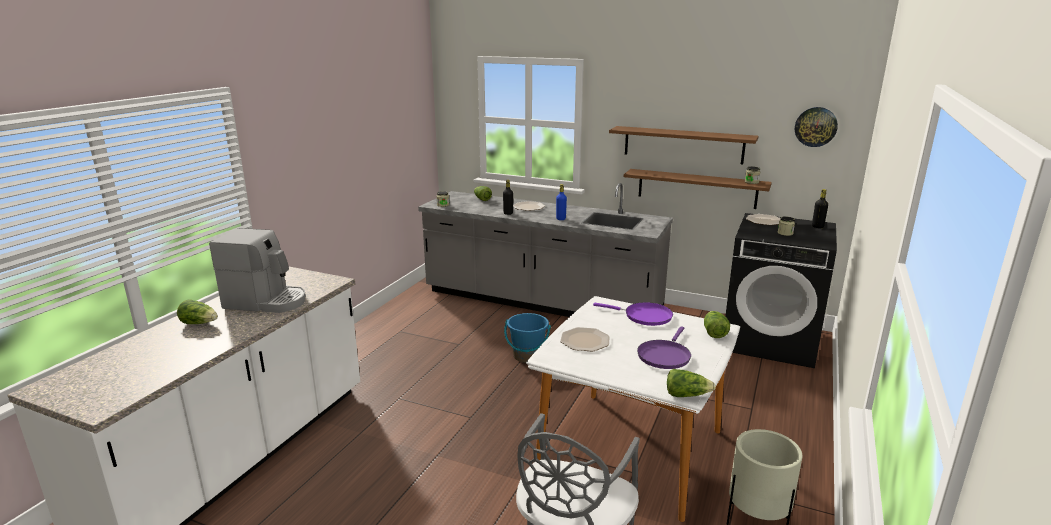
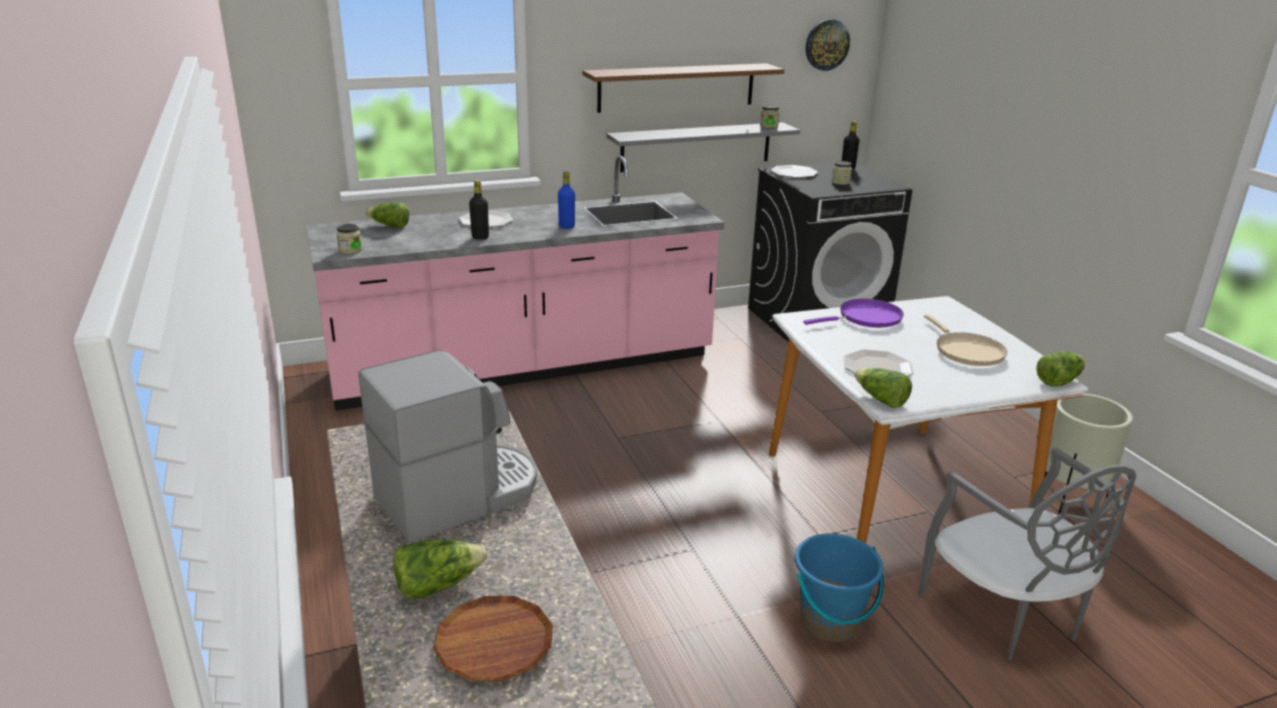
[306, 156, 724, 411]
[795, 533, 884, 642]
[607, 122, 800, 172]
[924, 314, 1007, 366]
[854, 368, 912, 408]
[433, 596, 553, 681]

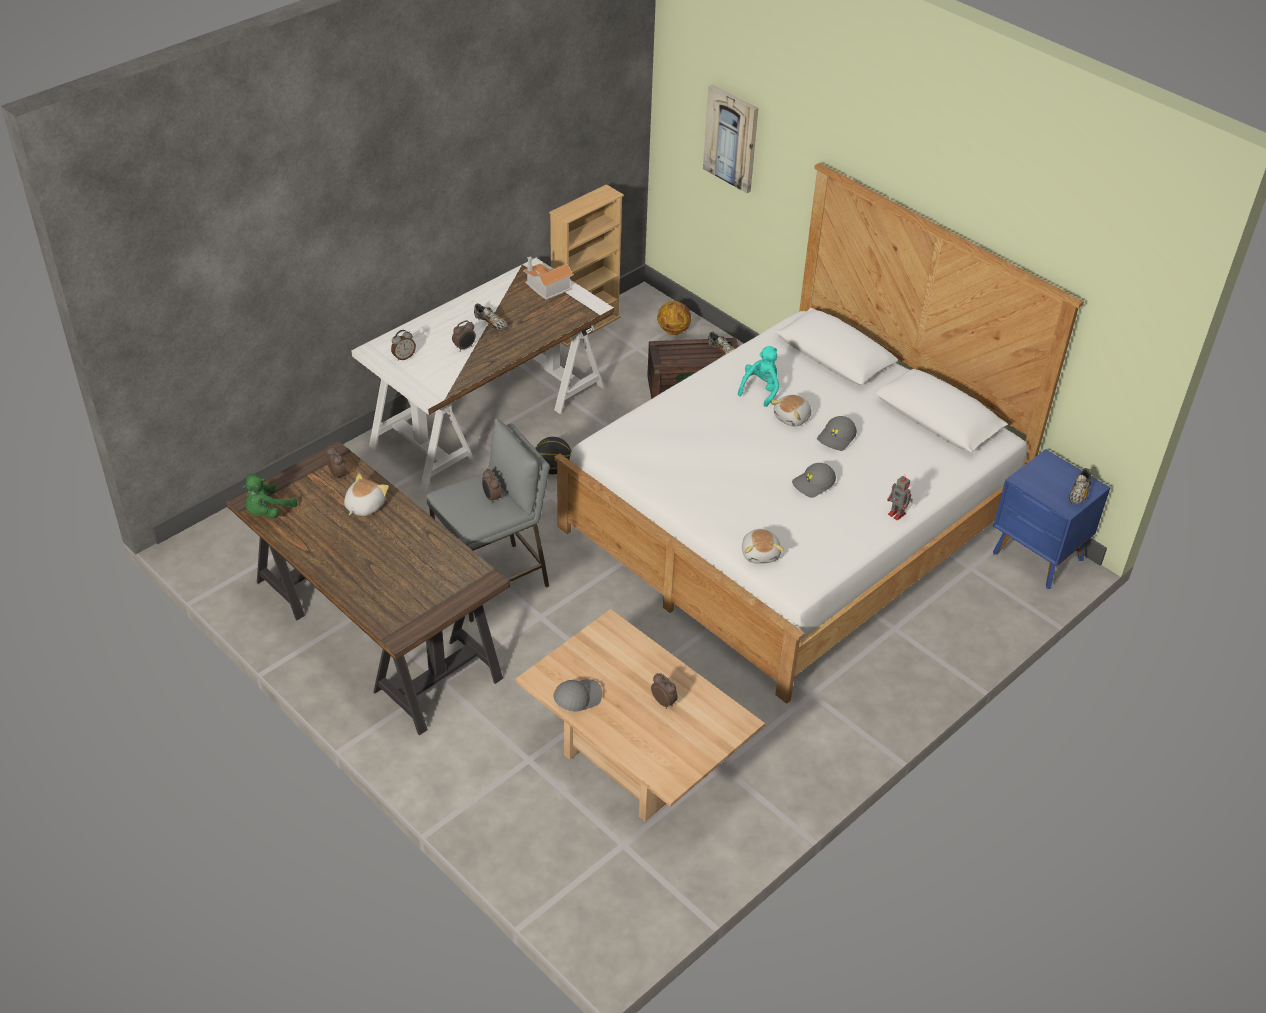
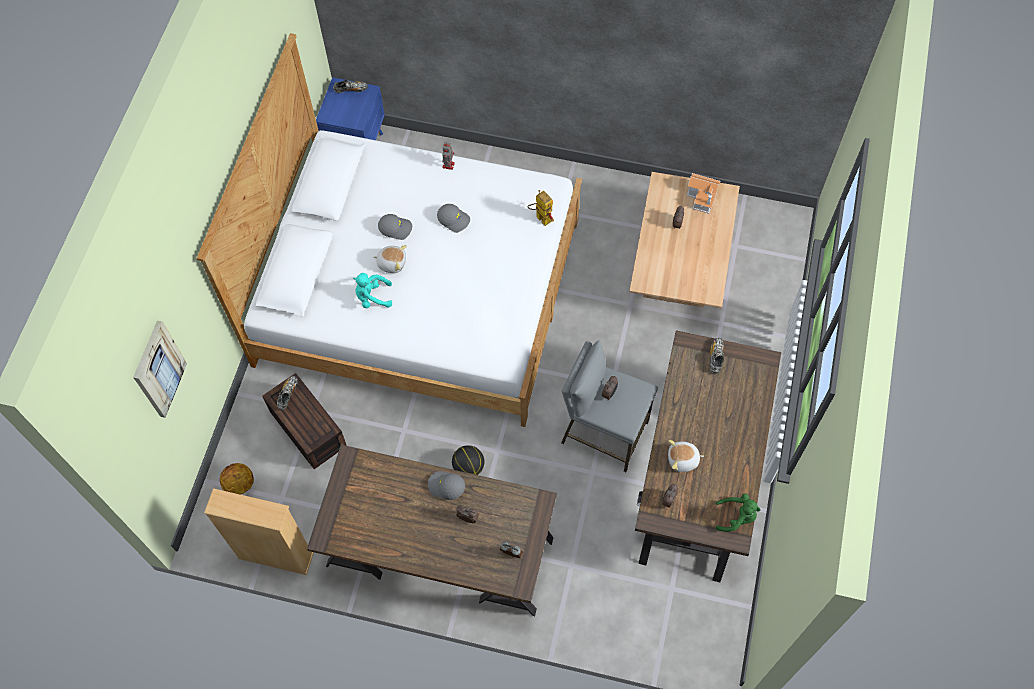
[307, 445, 557, 616]
[710, 338, 724, 374]
[687, 173, 720, 214]
[428, 471, 465, 500]
[528, 190, 554, 226]

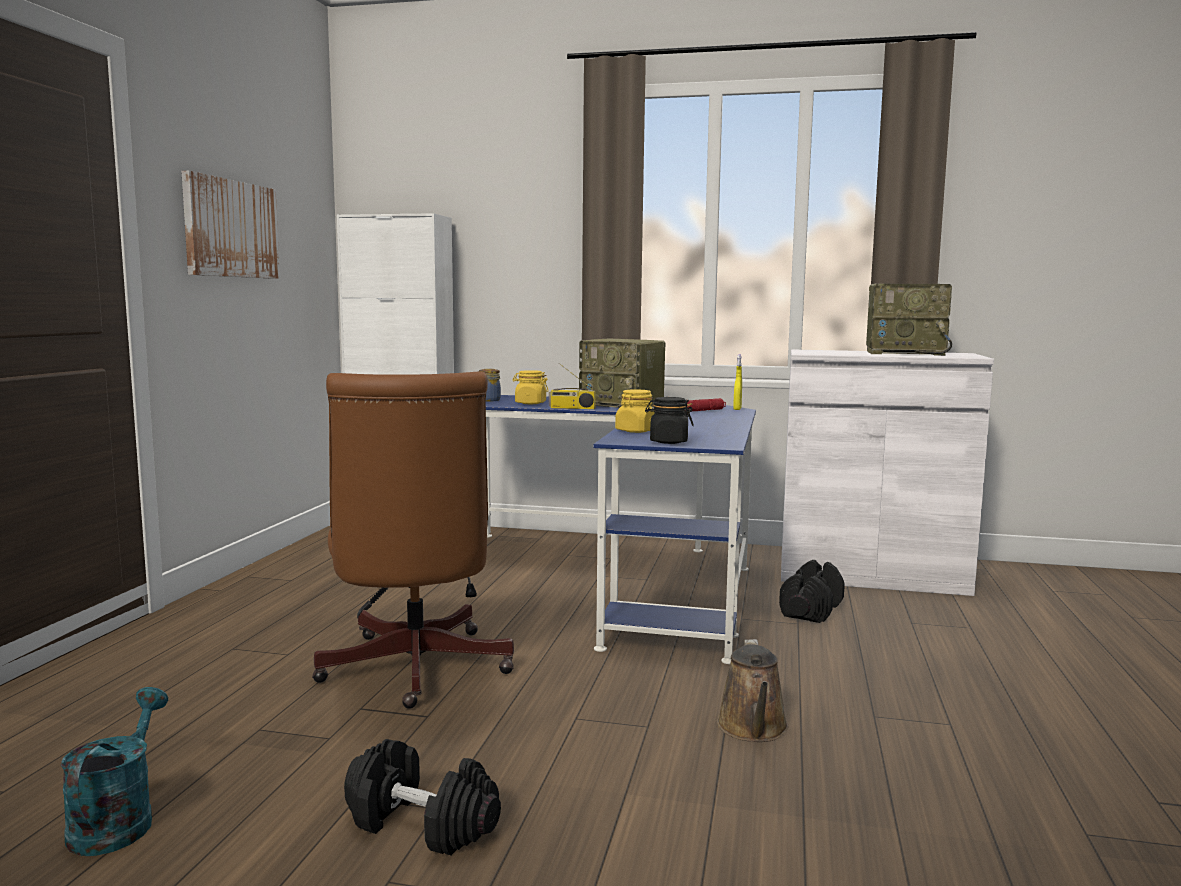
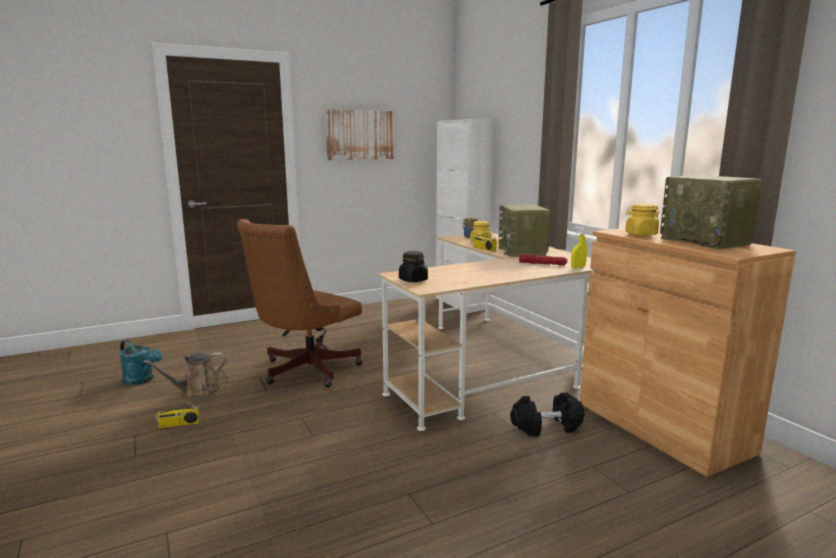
[119, 340, 163, 385]
[155, 390, 200, 429]
[378, 233, 592, 431]
[625, 204, 659, 236]
[143, 352, 226, 398]
[580, 228, 796, 477]

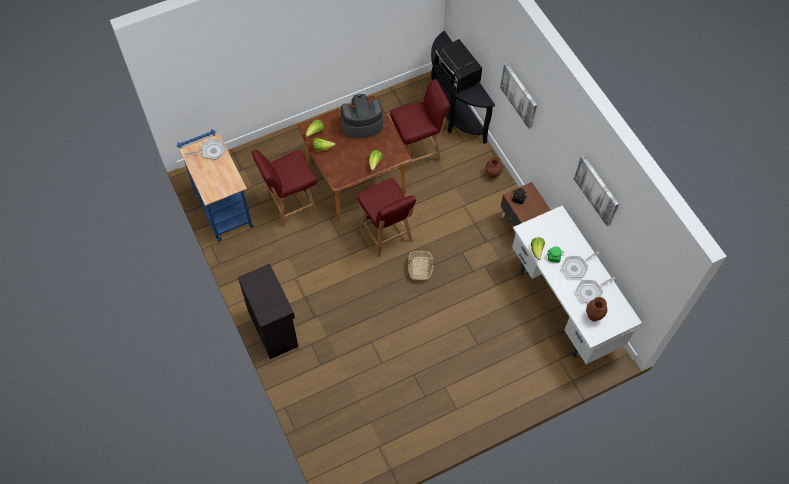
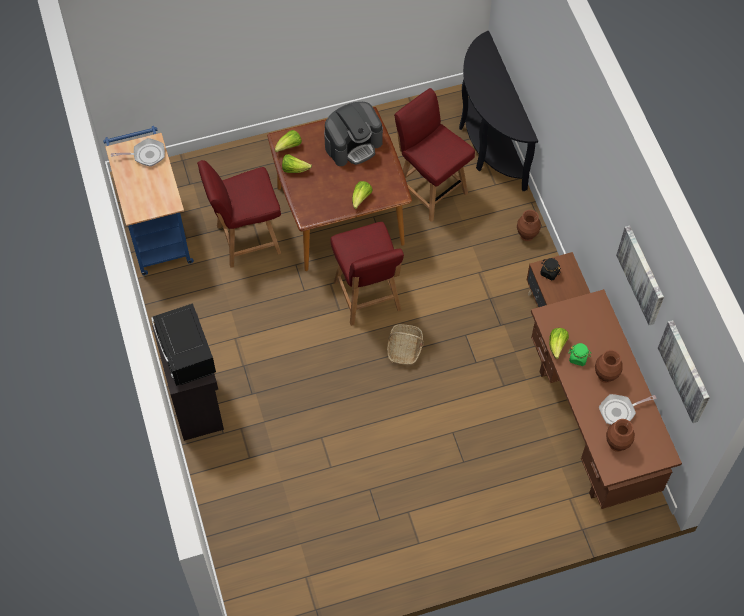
[324, 102, 383, 166]
[394, 88, 475, 222]
[151, 303, 216, 386]
[658, 320, 710, 423]
[531, 289, 682, 509]
[595, 350, 623, 383]

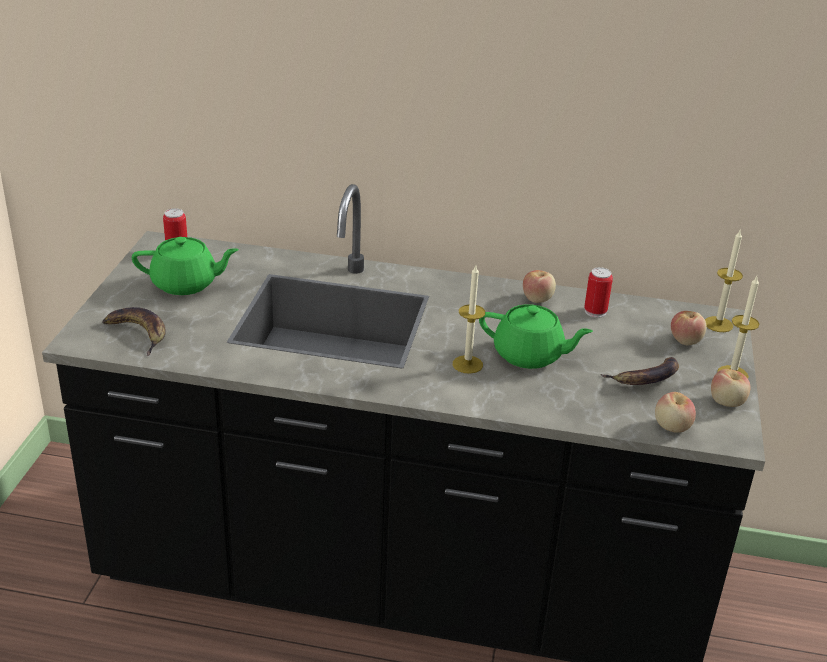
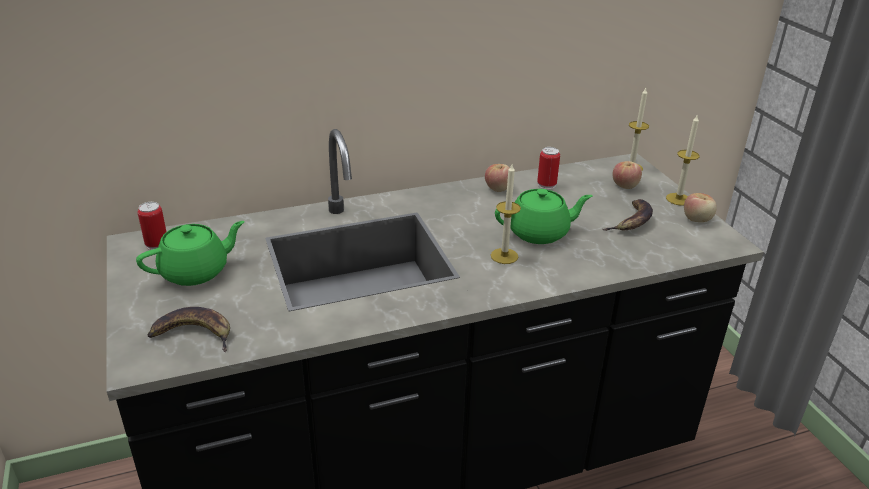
[655, 392, 696, 433] (first image)

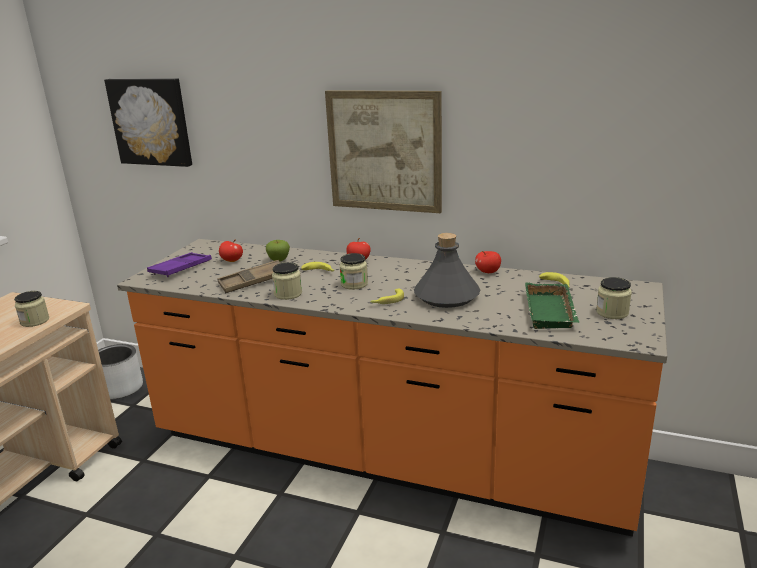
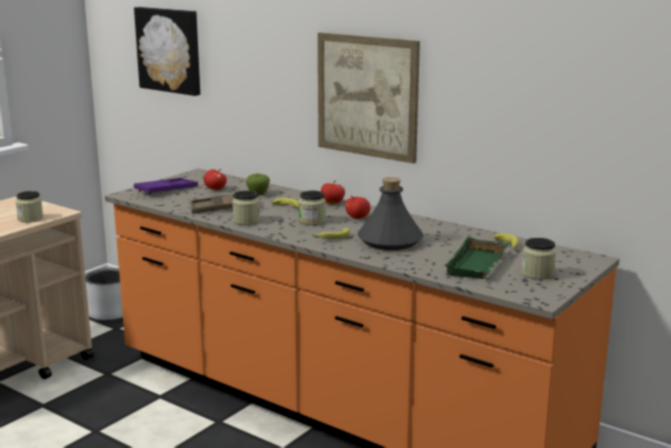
[345, 196, 370, 219]

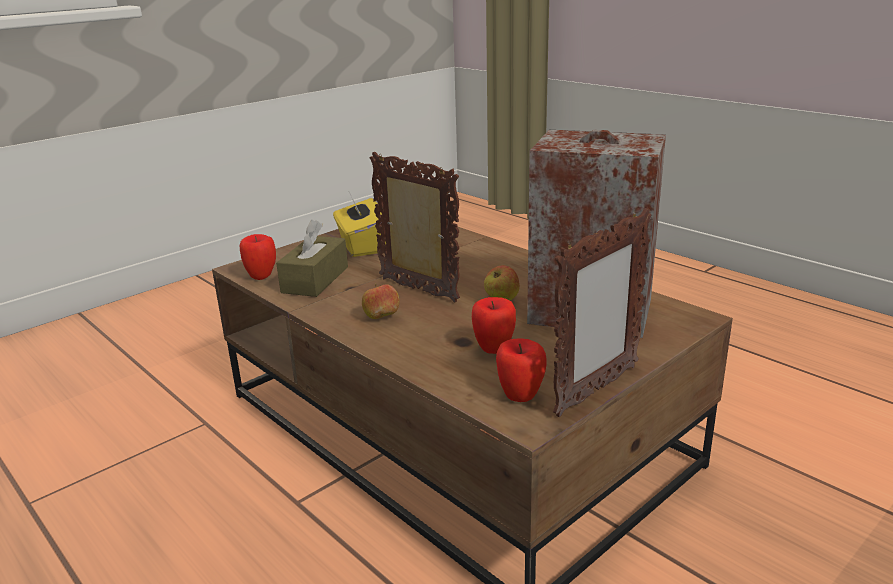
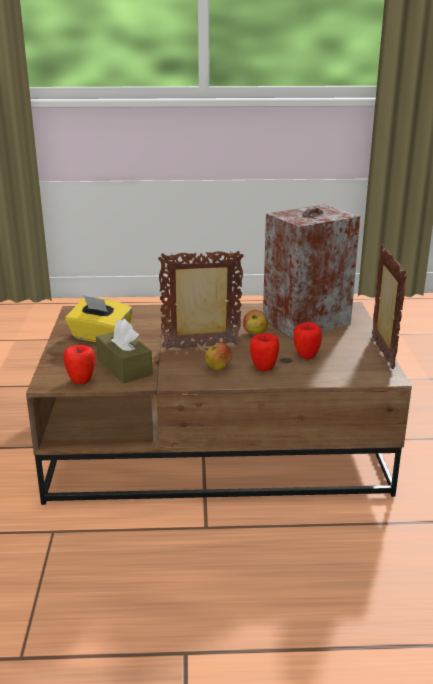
[250, 333, 279, 371]

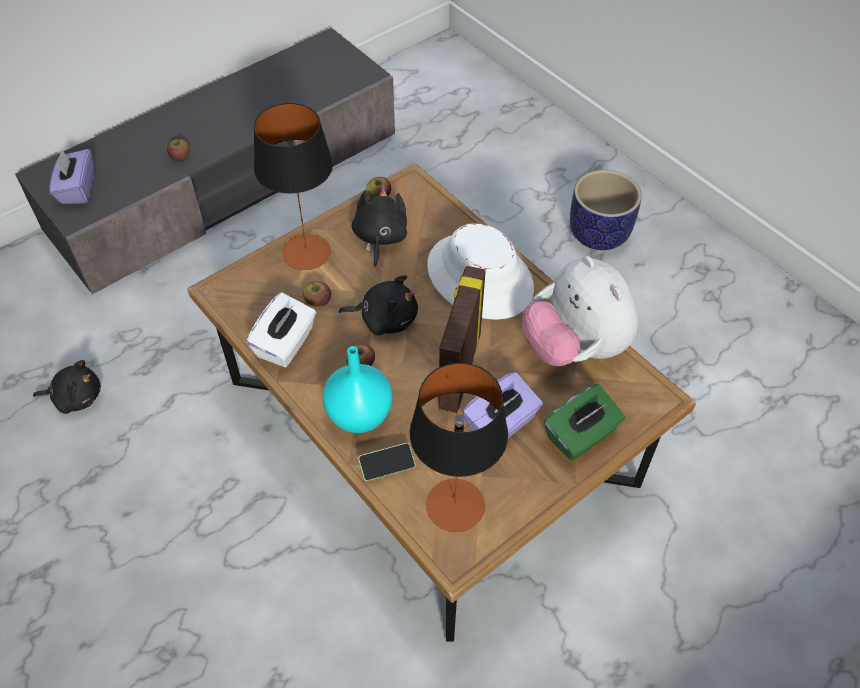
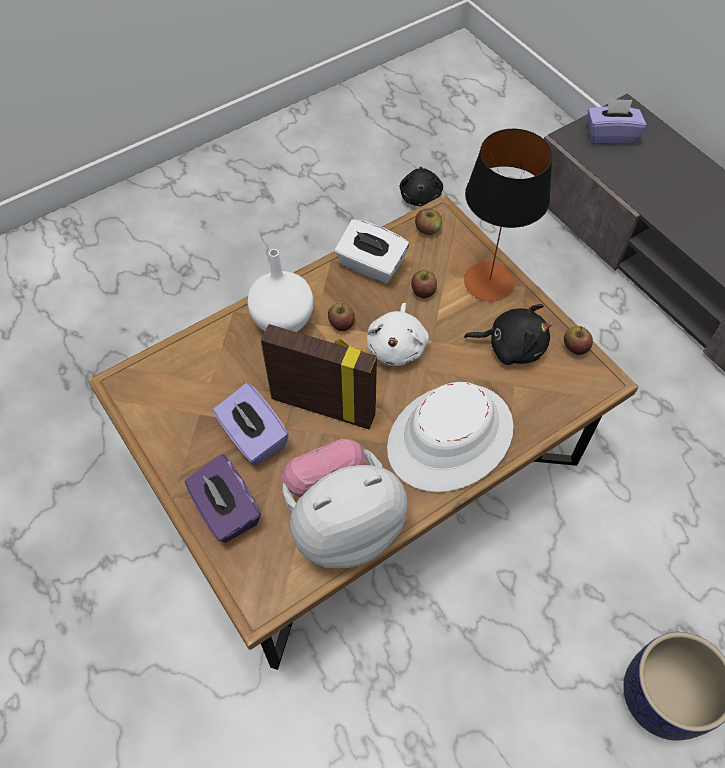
[415, 208, 442, 235]
[248, 249, 314, 332]
[367, 303, 429, 366]
[358, 443, 415, 481] (first image)
[410, 363, 508, 532] (first image)
[185, 454, 261, 543]

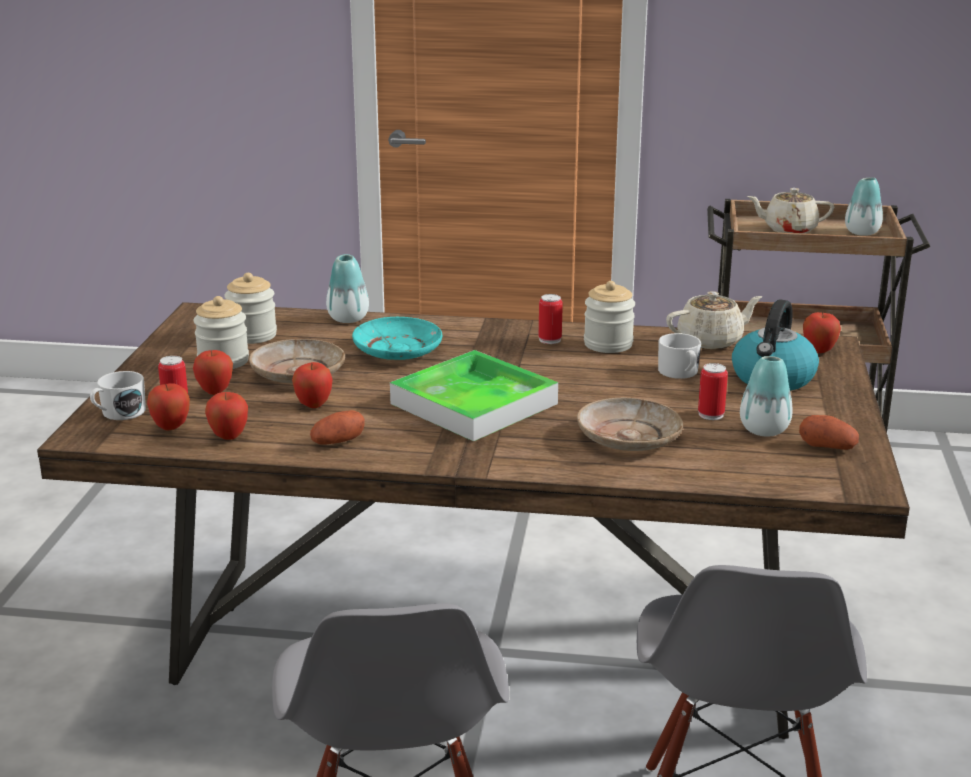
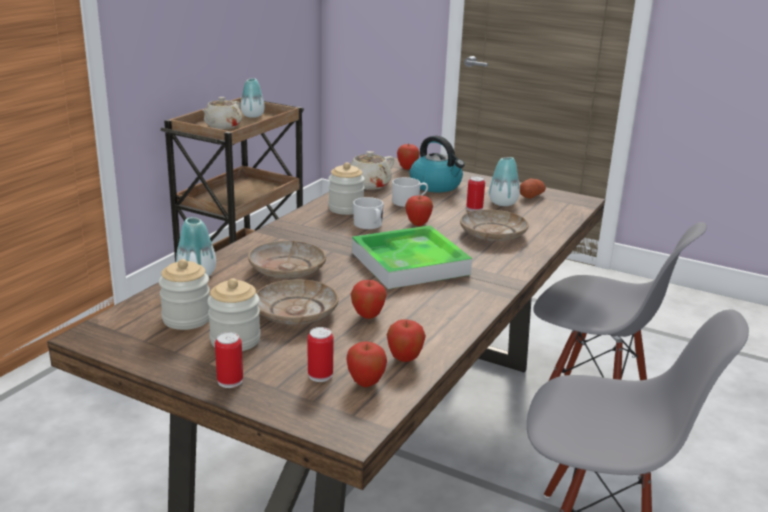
[353, 197, 384, 229]
[405, 195, 433, 226]
[310, 410, 365, 445] (first image)
[248, 241, 326, 278]
[215, 332, 243, 388]
[350, 151, 394, 190]

